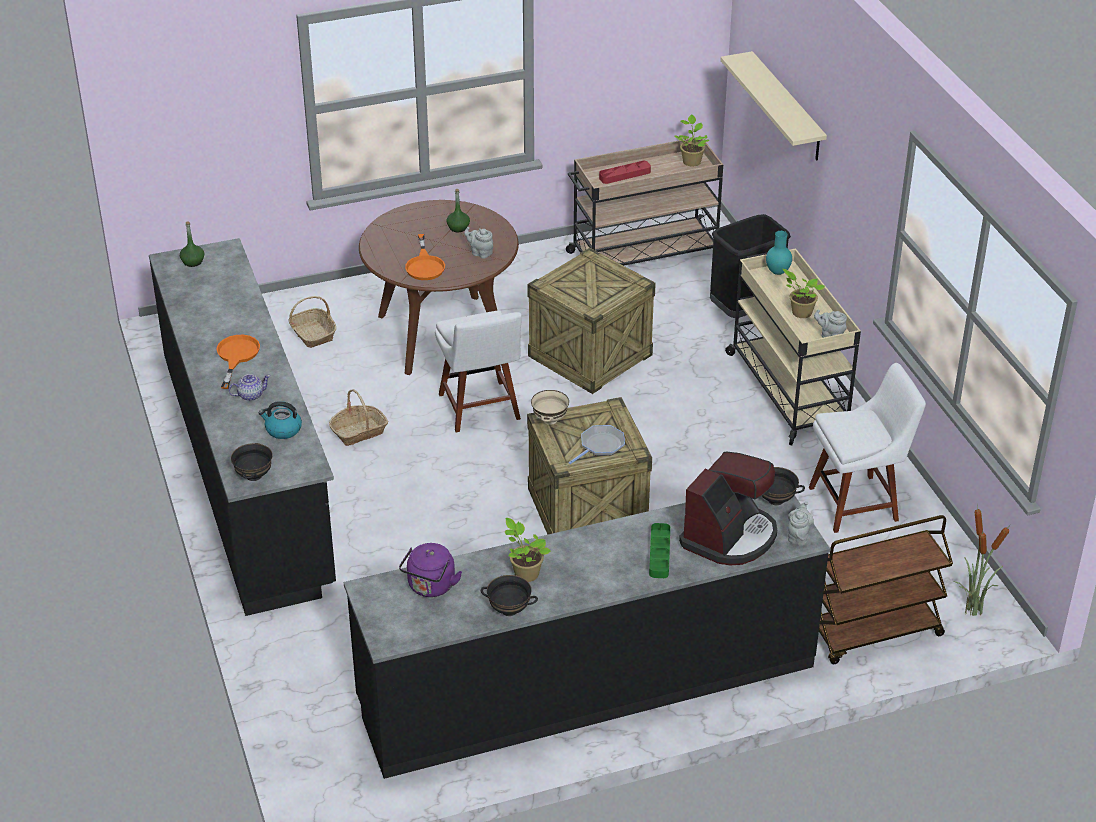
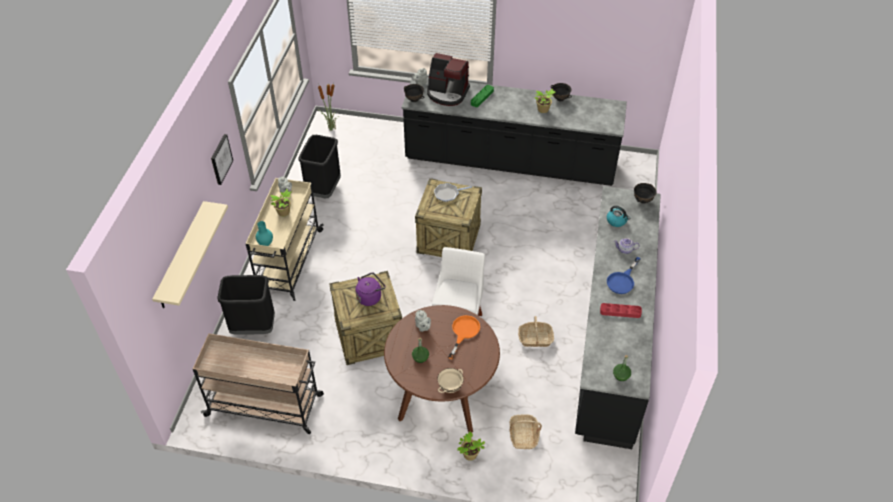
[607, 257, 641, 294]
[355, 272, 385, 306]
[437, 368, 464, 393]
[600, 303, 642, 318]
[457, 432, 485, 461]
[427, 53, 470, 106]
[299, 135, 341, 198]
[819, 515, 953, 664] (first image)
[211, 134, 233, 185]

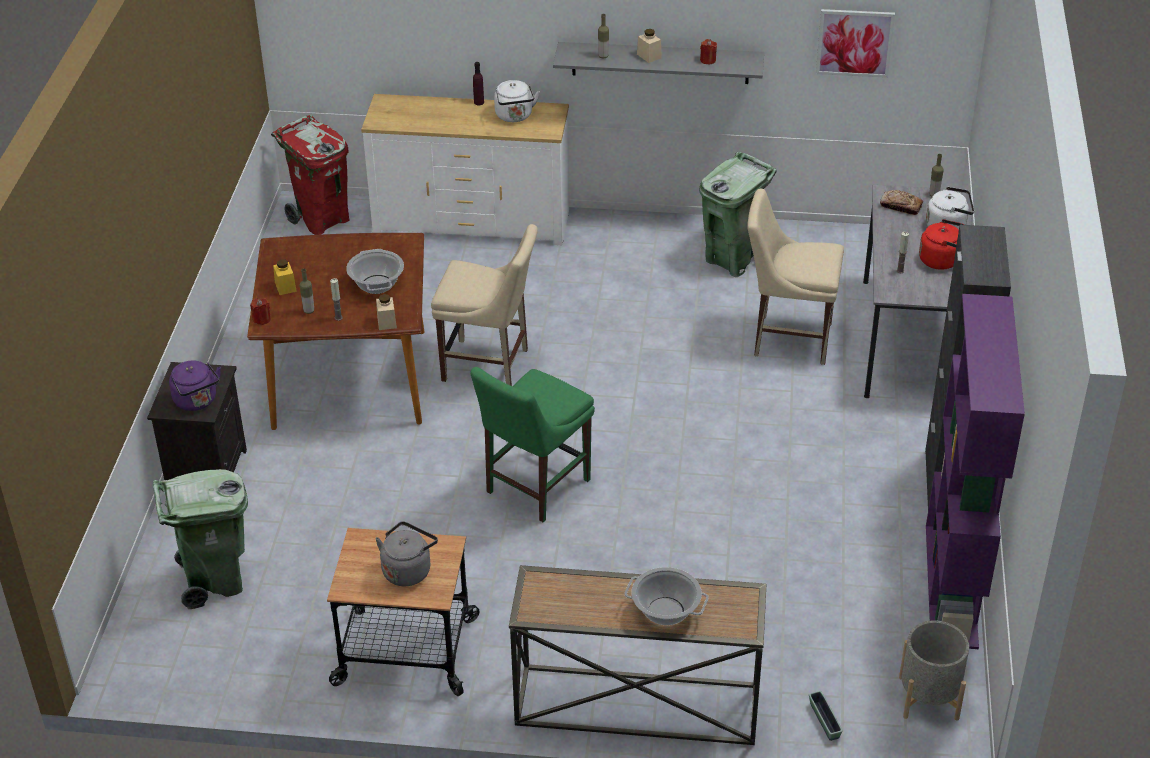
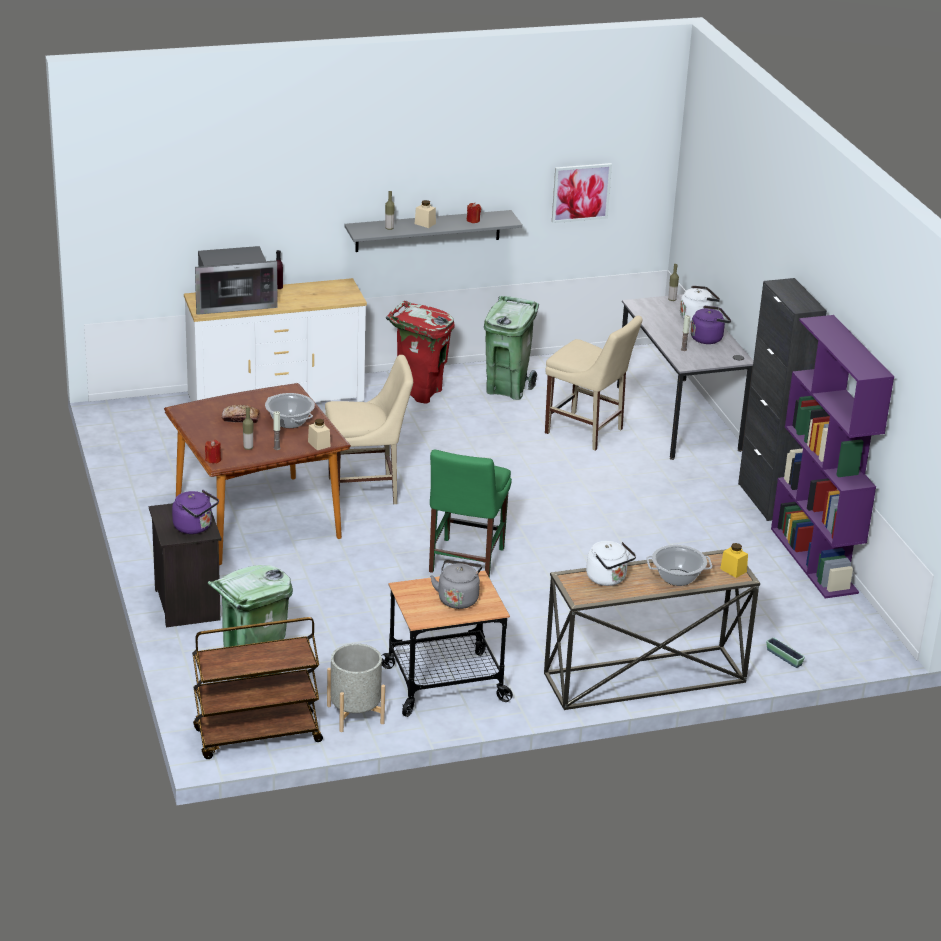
[386, 301, 455, 404]
[720, 543, 748, 578]
[586, 541, 636, 586]
[545, 316, 643, 451]
[222, 405, 260, 423]
[327, 643, 385, 732]
[691, 306, 731, 344]
[192, 617, 323, 759]
[195, 246, 278, 315]

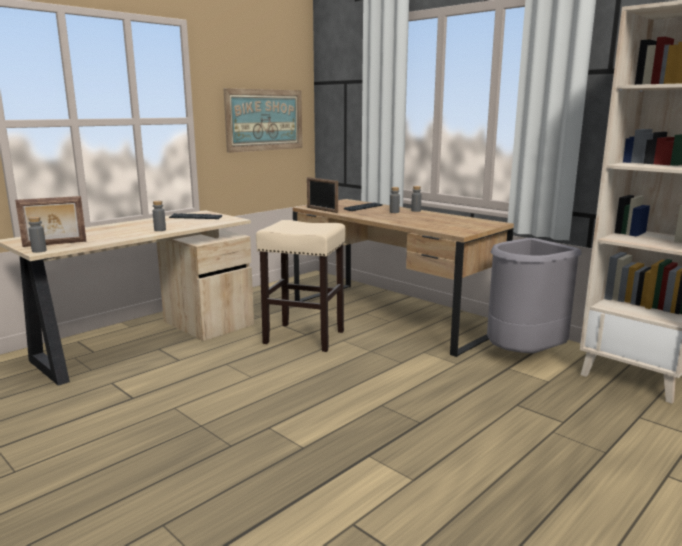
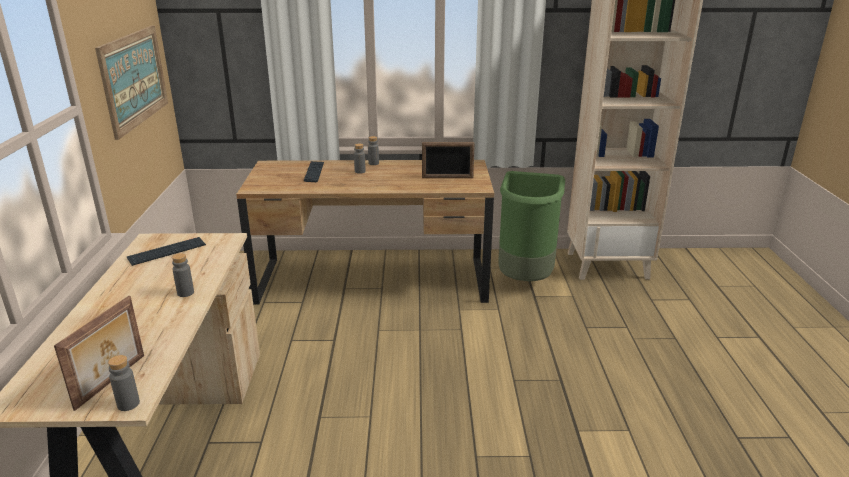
[256, 220, 345, 352] (first image)
[422, 142, 475, 178]
[498, 171, 565, 281]

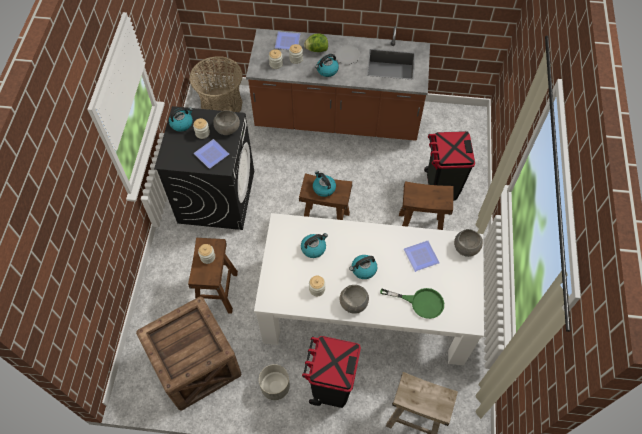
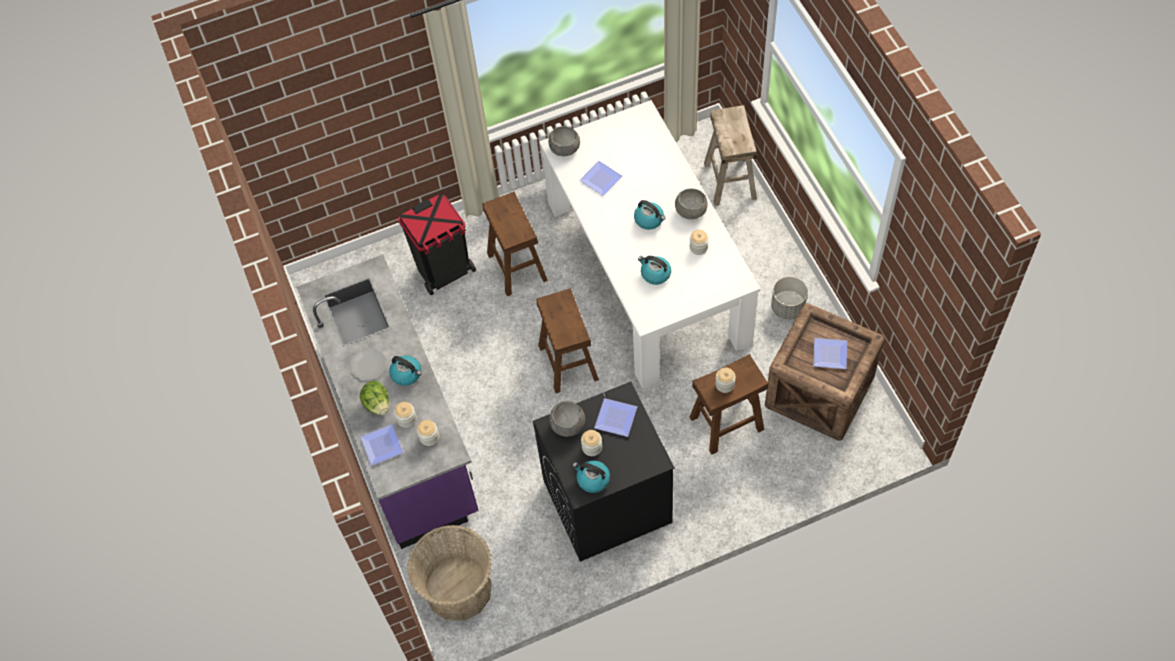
[296, 254, 479, 549]
[302, 336, 361, 408] (first image)
[313, 171, 336, 197] (first image)
[380, 288, 444, 319] (first image)
[813, 338, 847, 369]

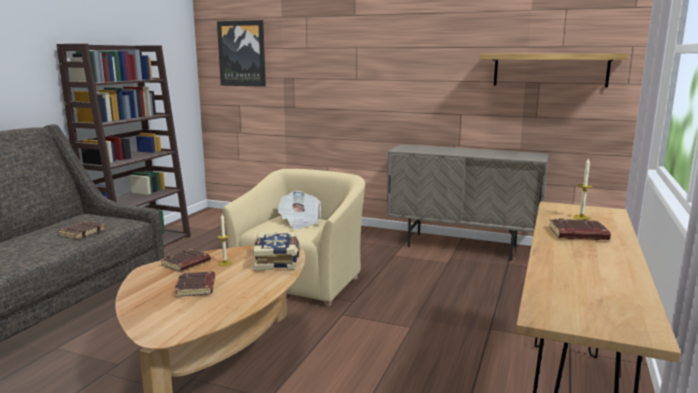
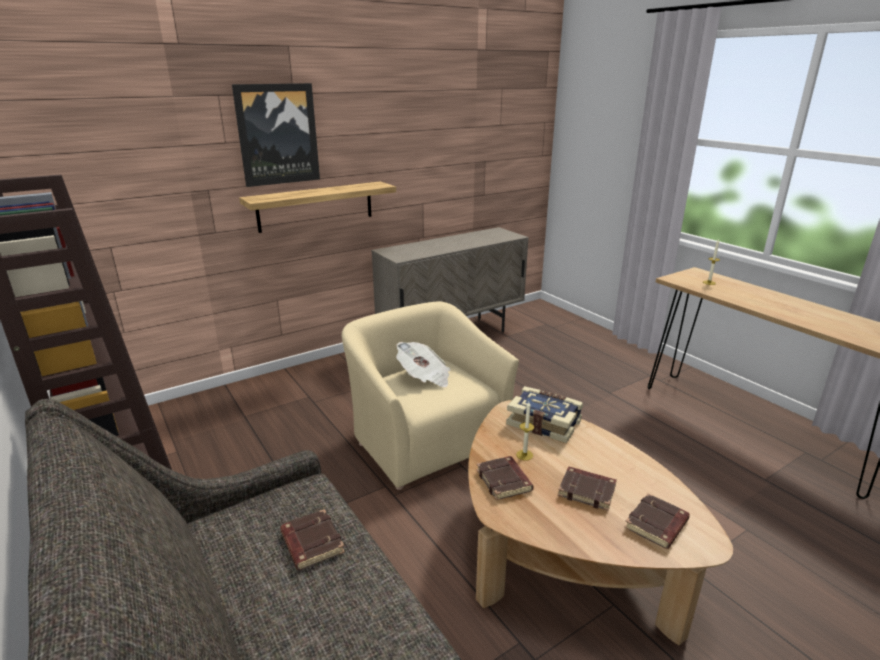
[232, 83, 320, 187]
[239, 181, 396, 233]
[624, 493, 690, 549]

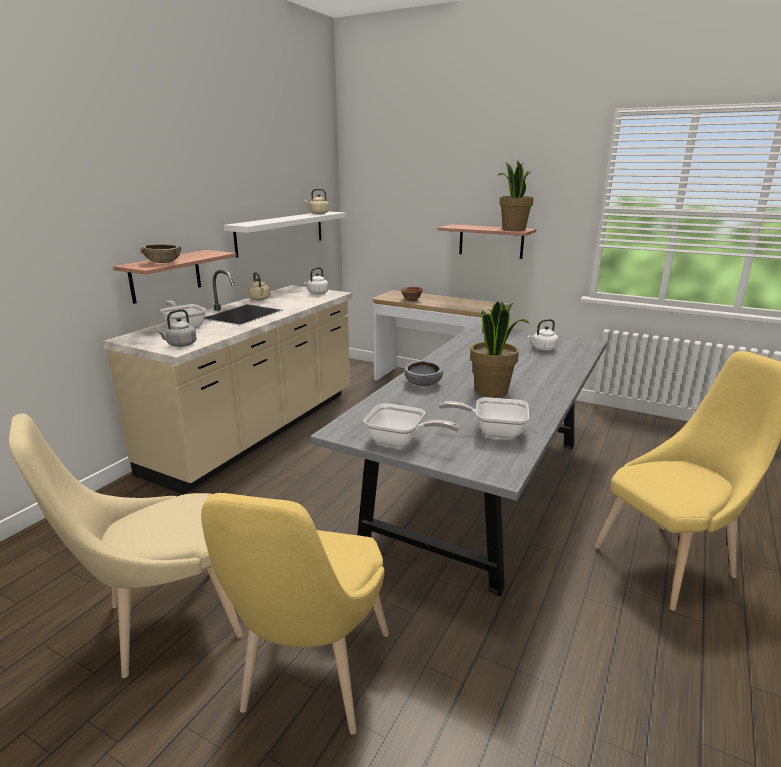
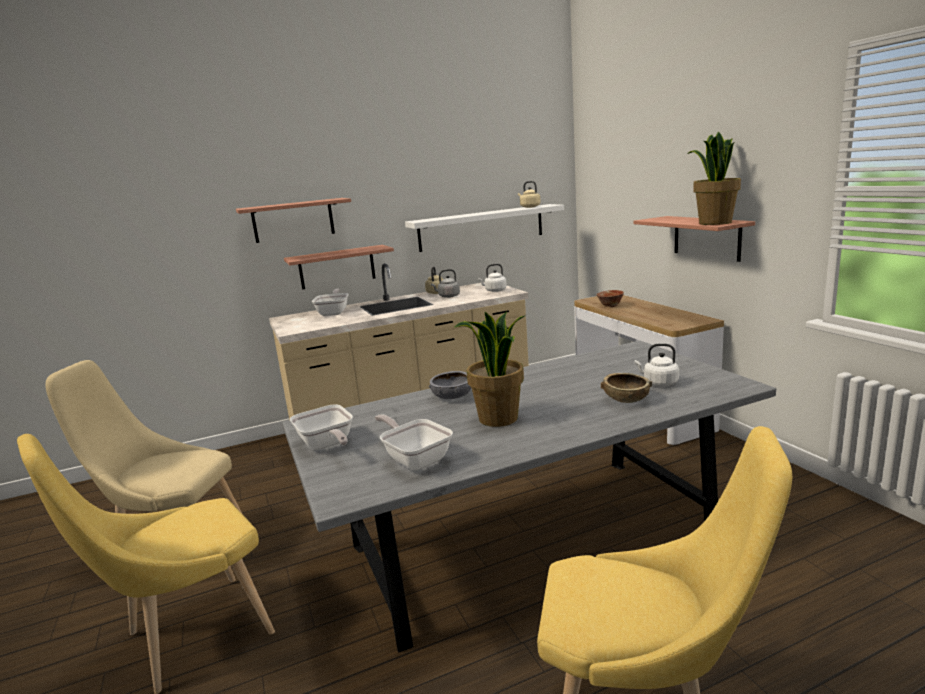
[601, 373, 652, 403]
[431, 269, 460, 298]
[236, 198, 351, 243]

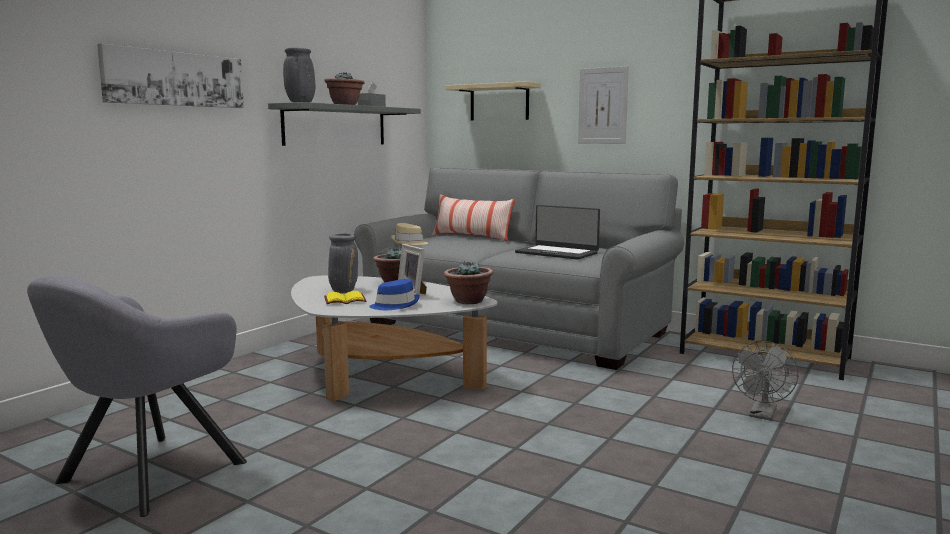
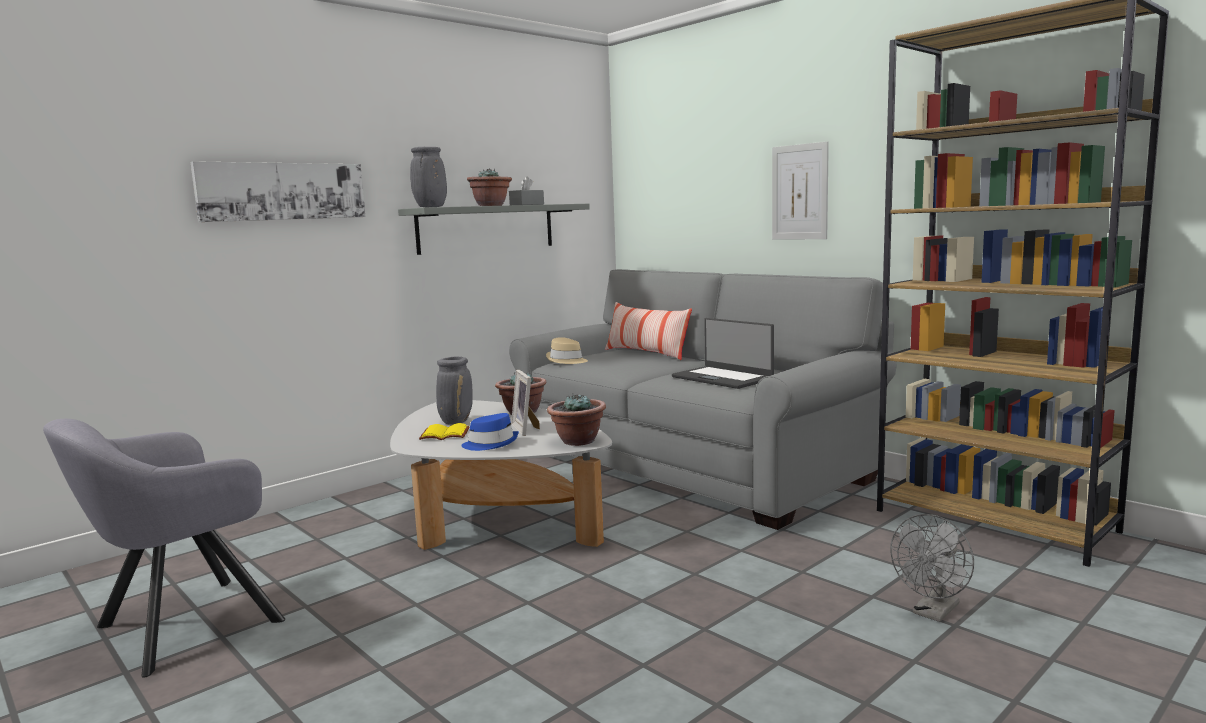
[445, 81, 541, 120] (first image)

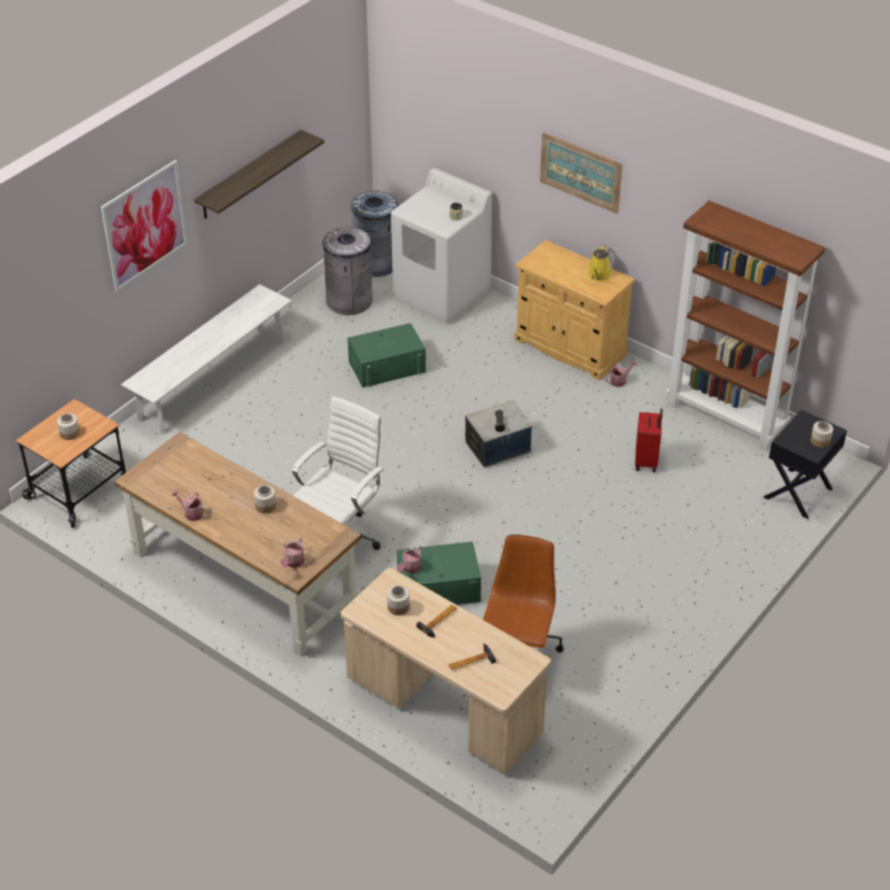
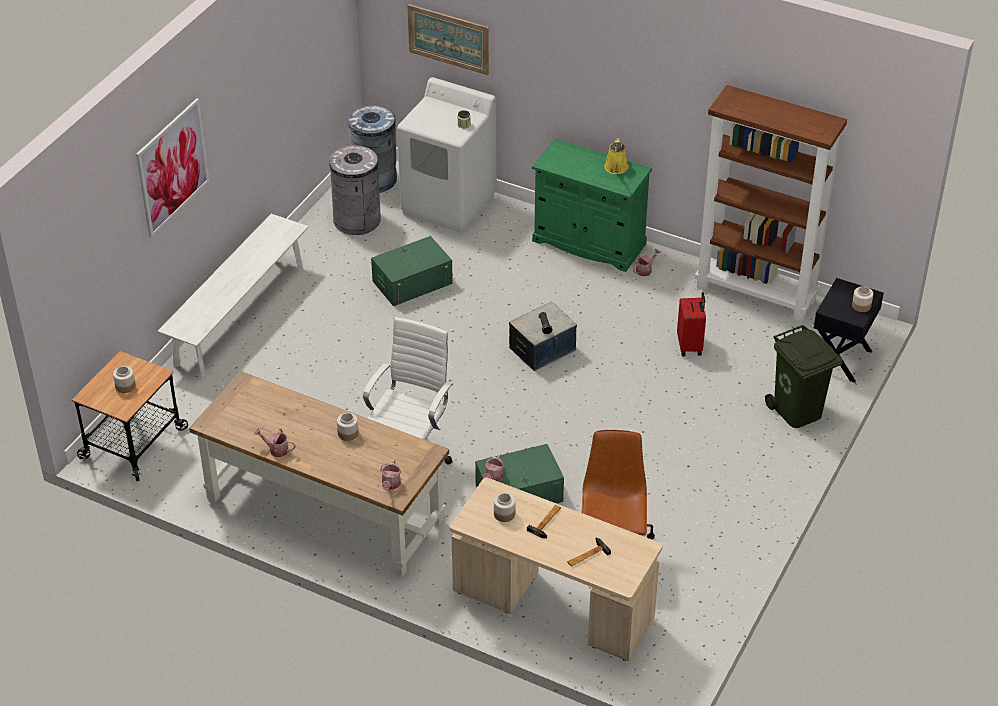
[194, 130, 324, 219] (first image)
[532, 138, 652, 272]
[407, 4, 489, 75]
[765, 325, 843, 428]

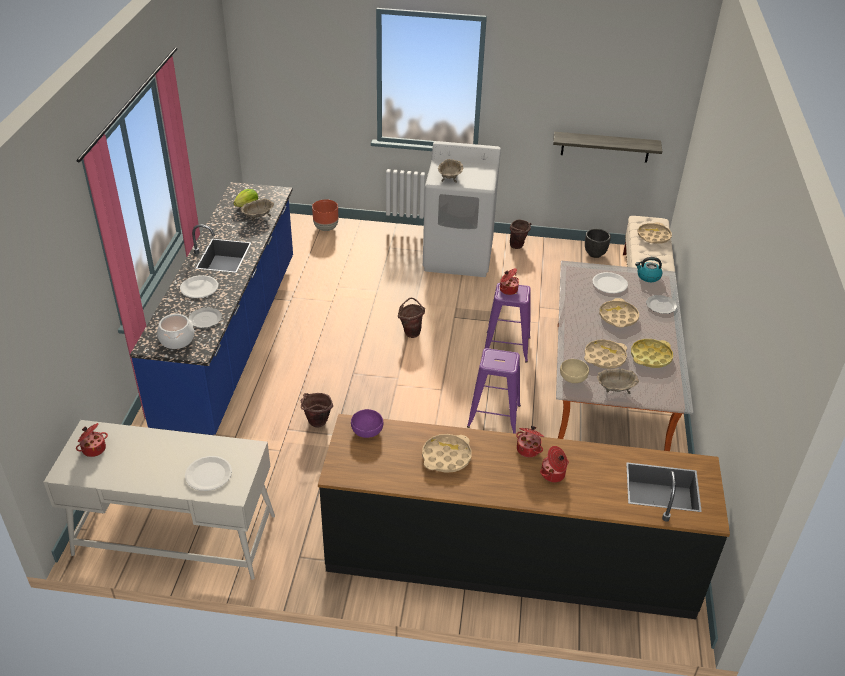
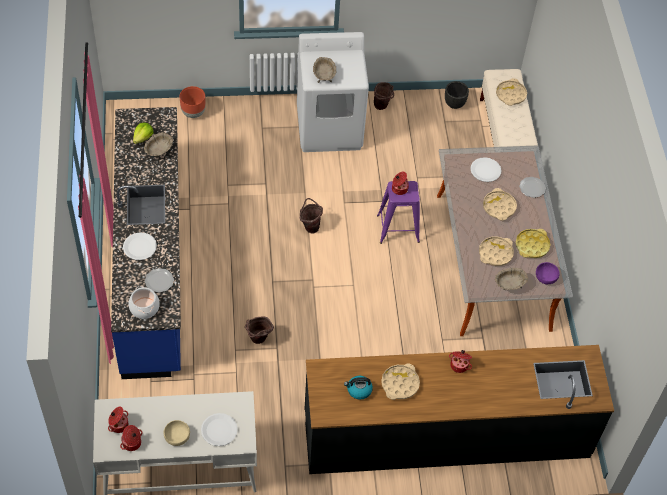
[536, 262, 560, 284]
[467, 348, 521, 434] (first image)
[120, 425, 142, 451]
[553, 132, 662, 163] (first image)
[164, 420, 190, 446]
[344, 376, 373, 400]

